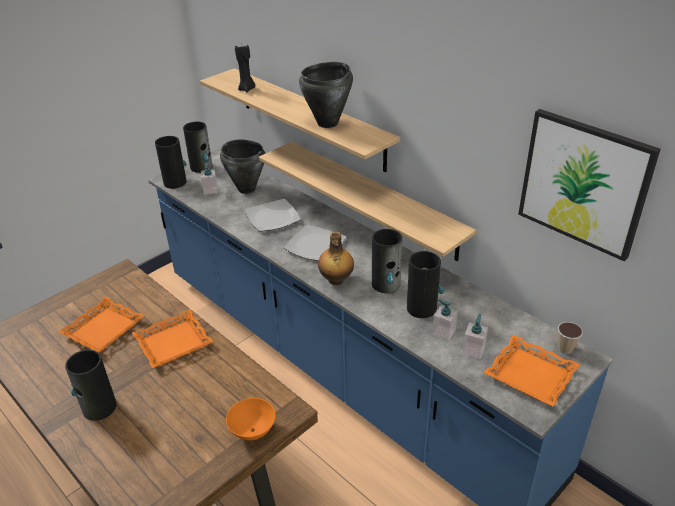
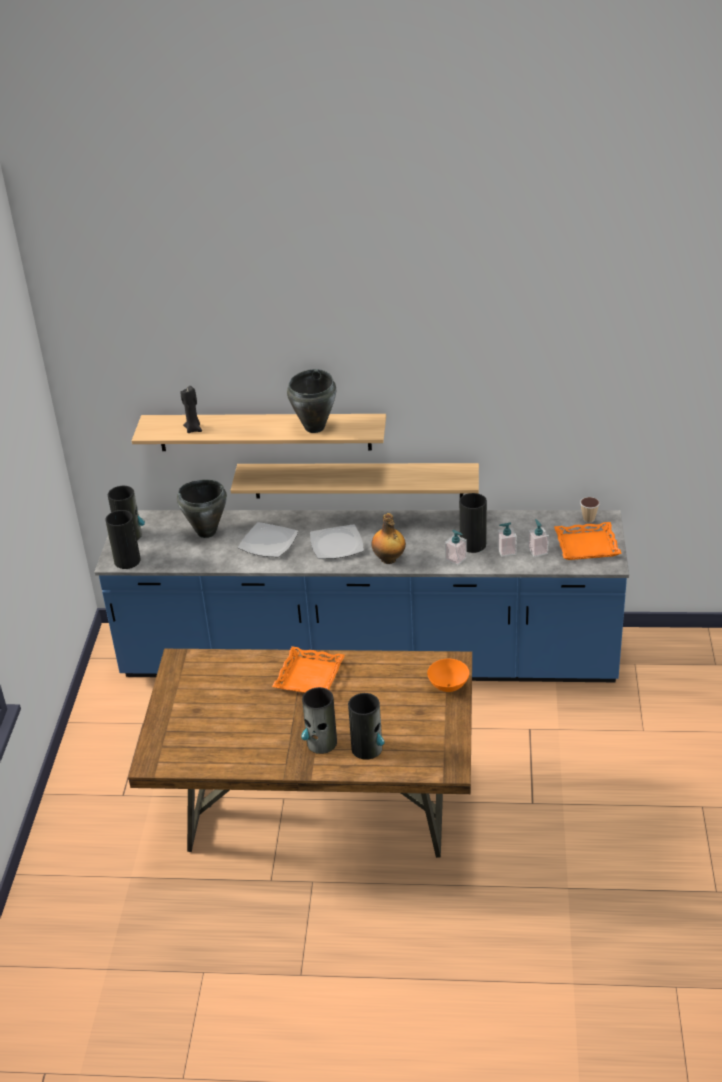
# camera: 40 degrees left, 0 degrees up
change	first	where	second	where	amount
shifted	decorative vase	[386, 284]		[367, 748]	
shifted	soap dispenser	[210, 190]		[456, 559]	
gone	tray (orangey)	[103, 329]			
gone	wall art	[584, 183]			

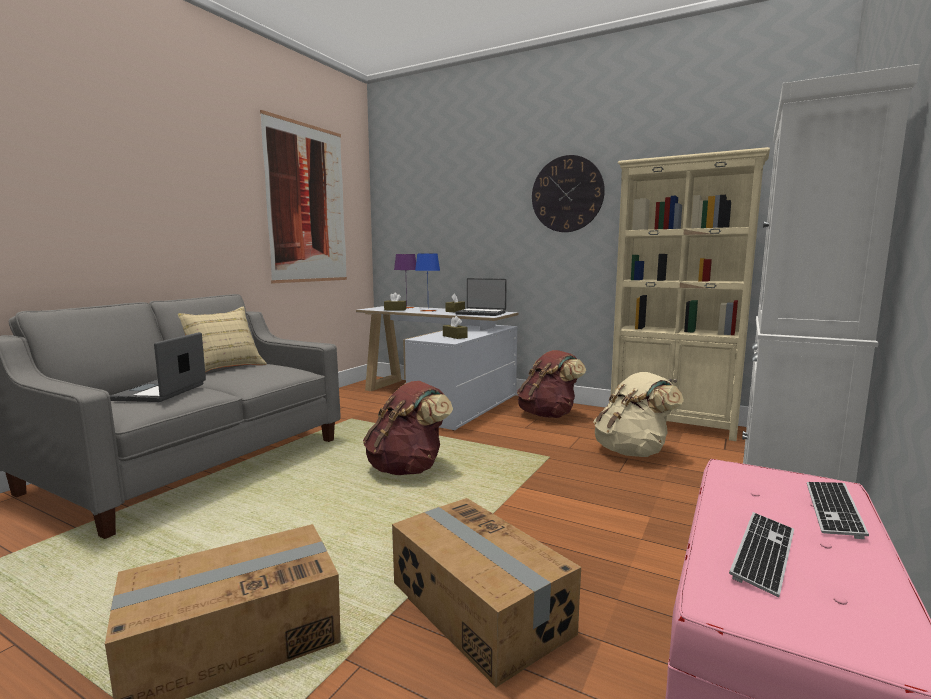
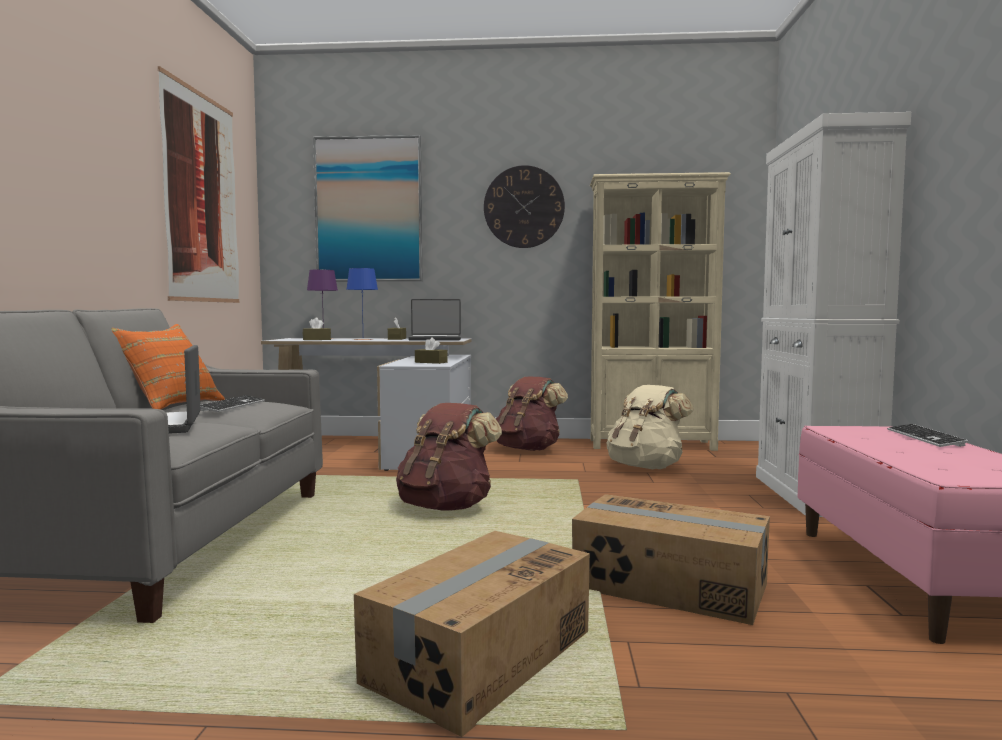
# camera: 25 degrees left, 5 degrees down
change	first	where	second	where	amount
repainted	throw pillow (beige)	[224, 367]	throw pillow (orangey)	[170, 405]	
shifted	computer keyboard	[763, 554]		[232, 406]	
new			wall art	[368, 209]	

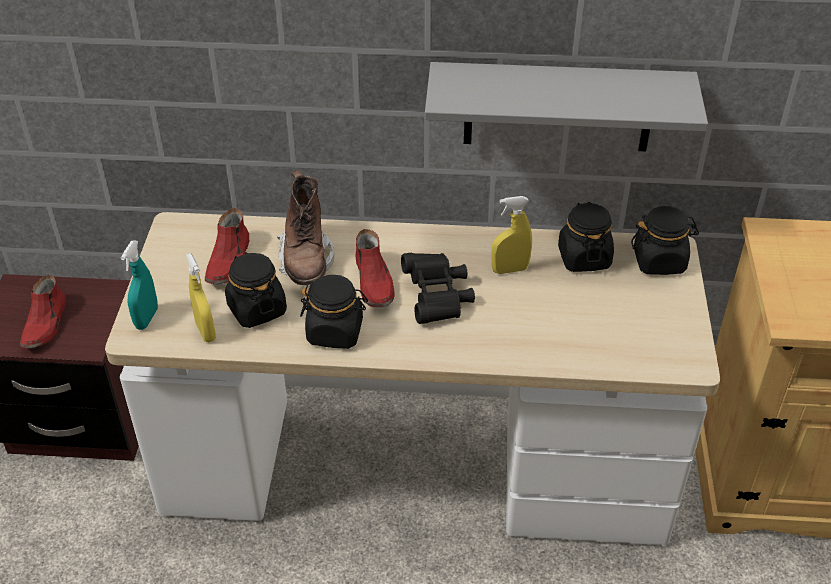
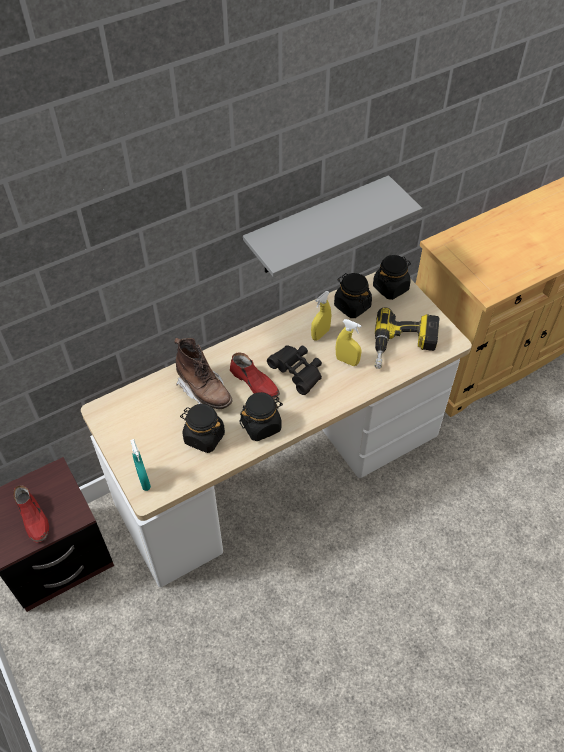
# camera: 35 degrees left, 10 degrees up
change	first	where	second	where	amount
shifted	hand sprayer (yellow)	[205, 331]		[347, 361]	
new			drill	[403, 347]	
gone	item of footwear (reddish)	[229, 261]			

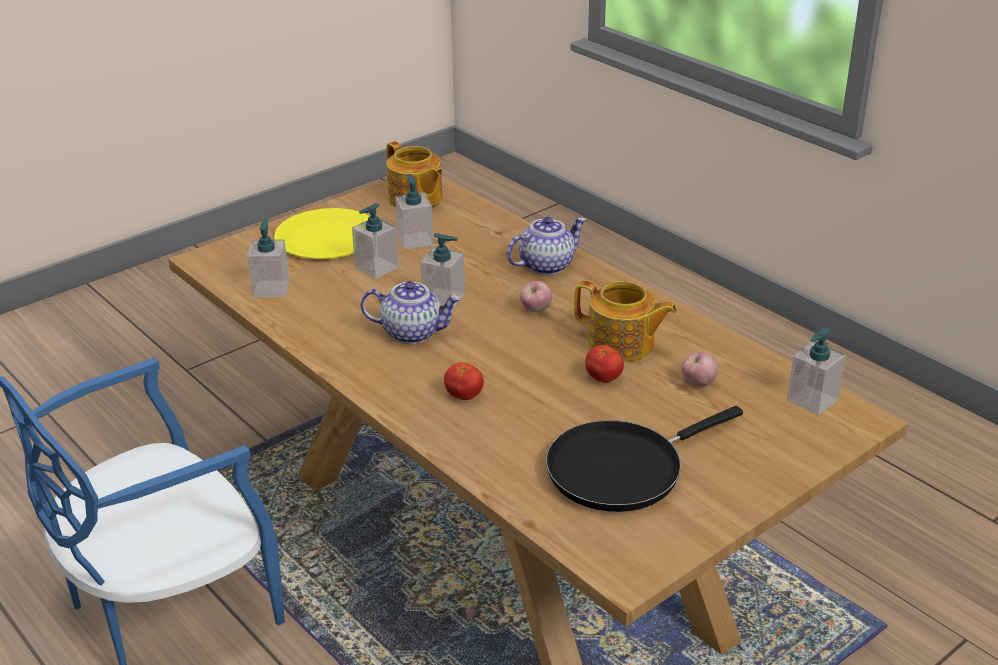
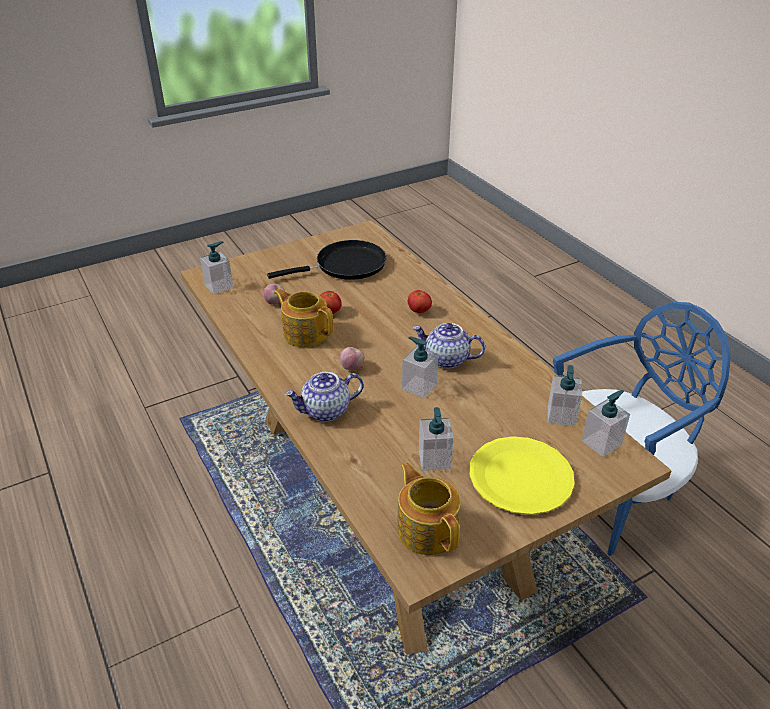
# camera: 170 degrees left, 5 degrees up
change	first	where	second	where	amount
shifted	soap dispenser	[376, 268]		[601, 443]	

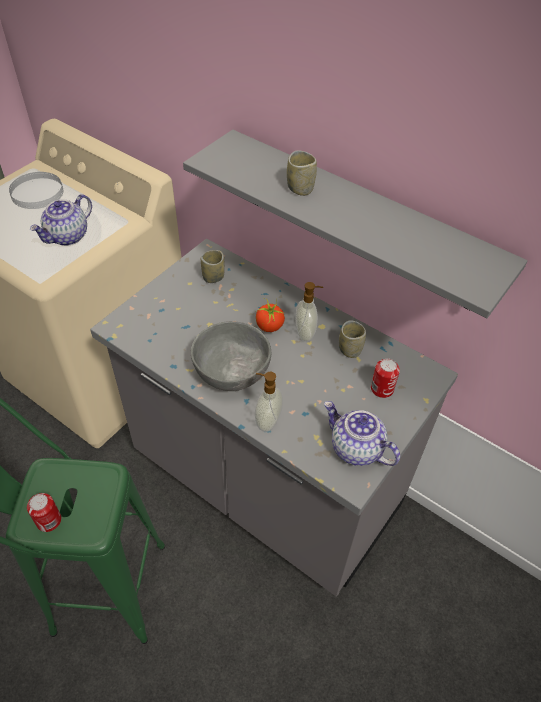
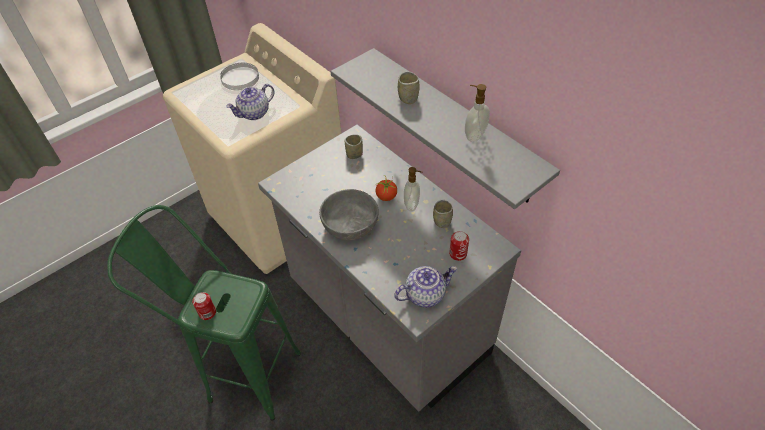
# camera: 15 degrees right, 0 degrees up
change	first	where	second	where	amount
rotated	tea pot	[355, 448]		[425, 294]	105 degrees clockwise
shifted	soap dispenser	[267, 421]		[474, 135]	

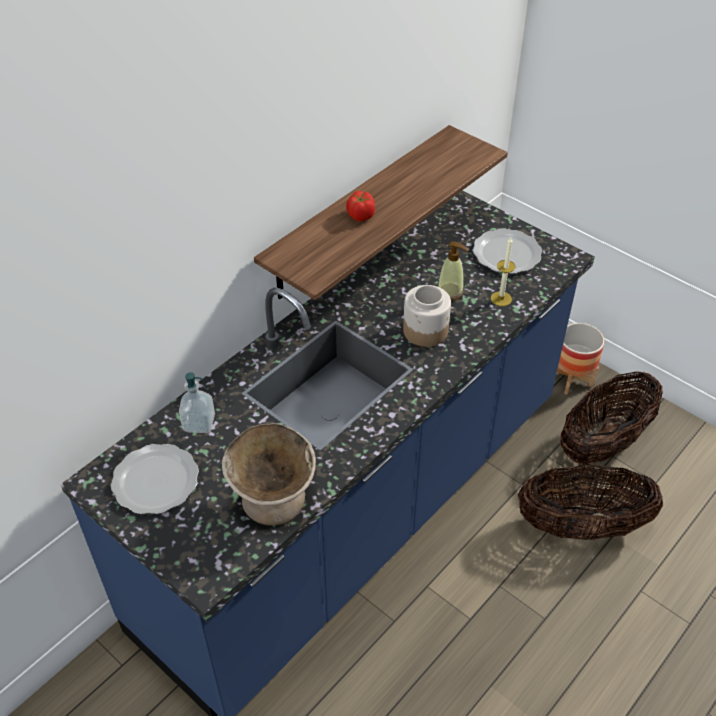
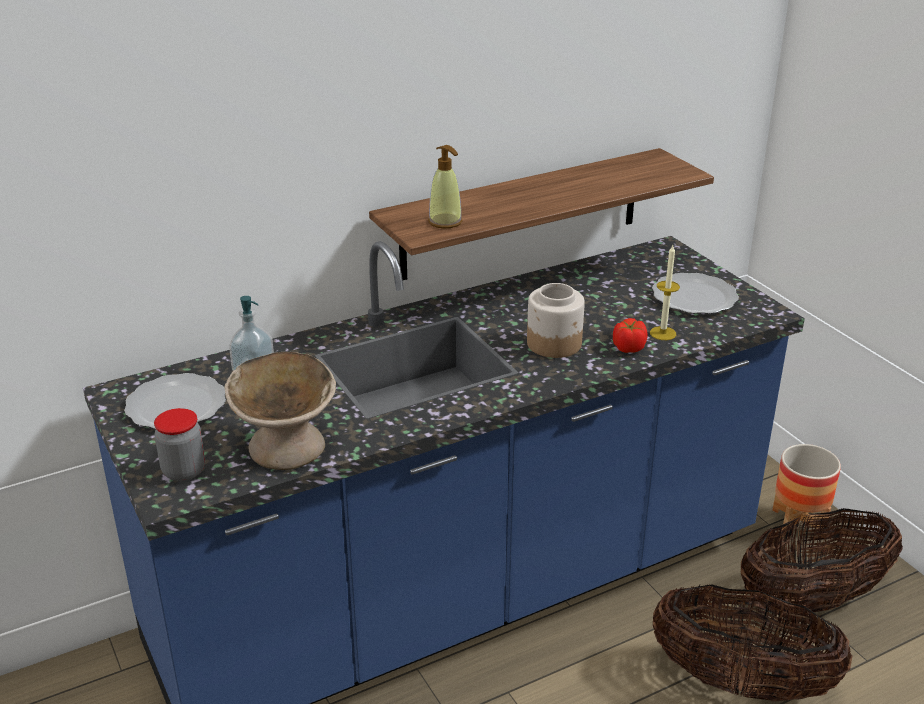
# camera: 20 degrees right, 15 degrees down
change	first	where	second	where	amount
new			storage jar	[184, 471]	
shifted	soap dispenser	[450, 292]		[445, 222]	
shifted	whole tomato	[360, 216]		[628, 348]	

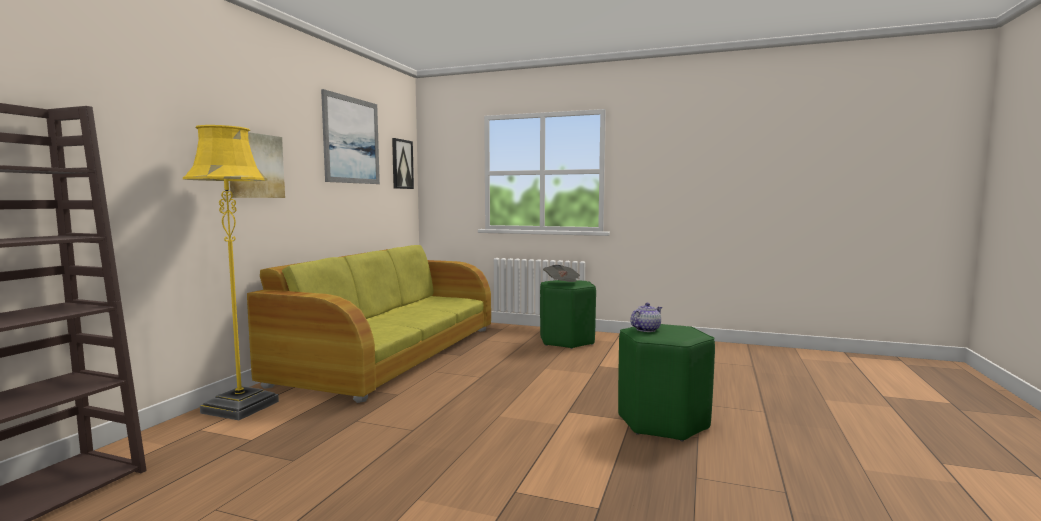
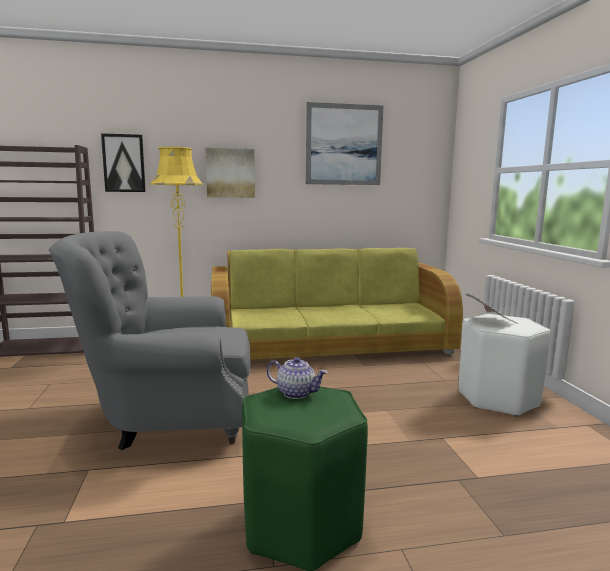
# camera: 60 degrees right, 5 degrees up
change	first	where	second	where	amount
new			lounge chair (grey)	[168, 417]	
shifted	wall art	[402, 164]		[124, 163]	
repainted	stool (greenish)	[566, 341]	stool (whitish)	[497, 398]	

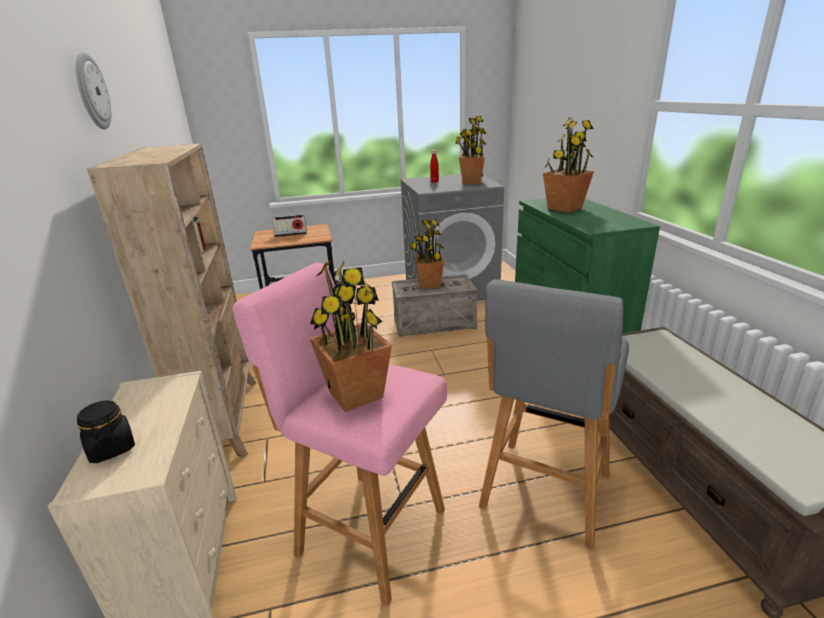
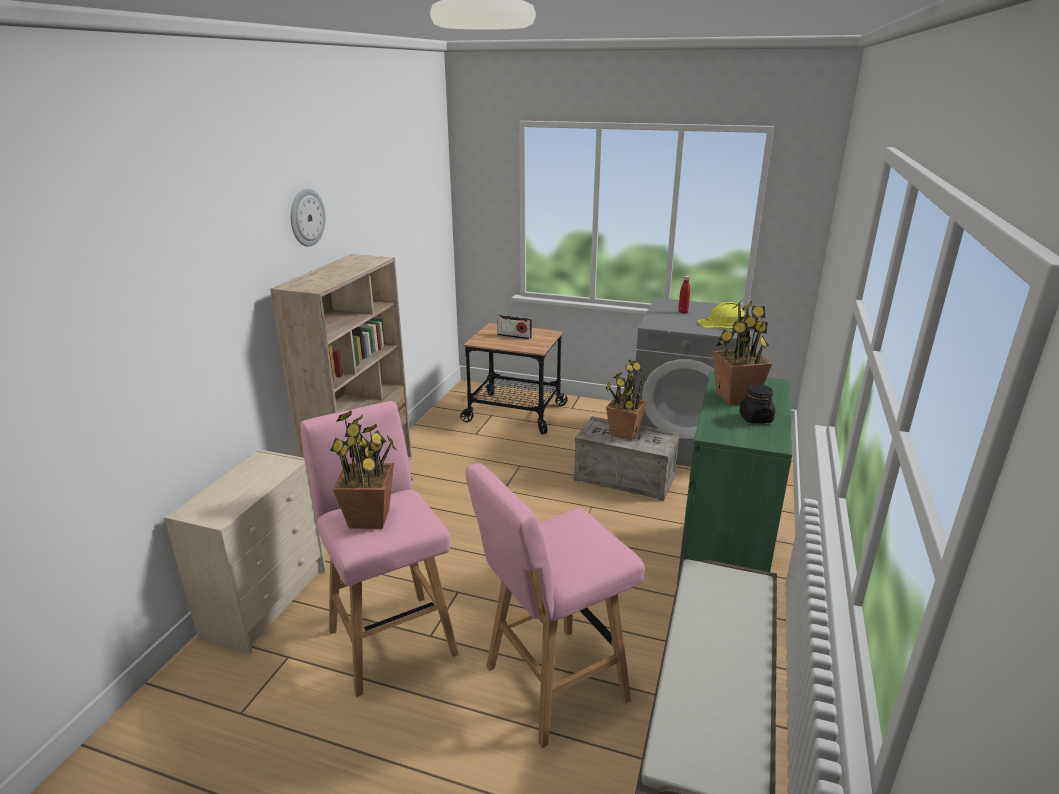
# camera: 30 degrees right, 0 degrees up
change	first	where	second	where	amount
repainted	stool (grey)	[544, 494]	stool (pink-coloured)	[551, 685]	
swapped	potted plant	[472, 182]	hard hat (yellow)	[723, 323]	
shifted	storage jar (black-coloured)	[112, 448]		[755, 418]	

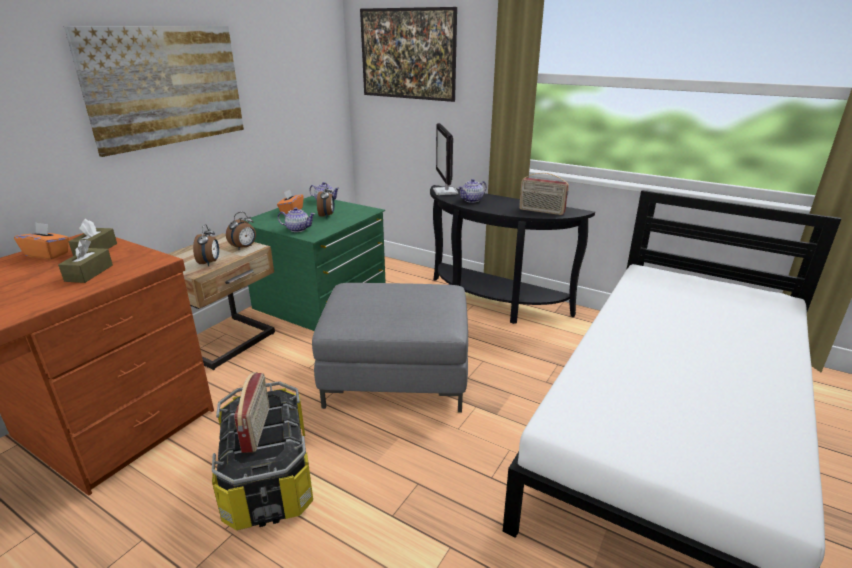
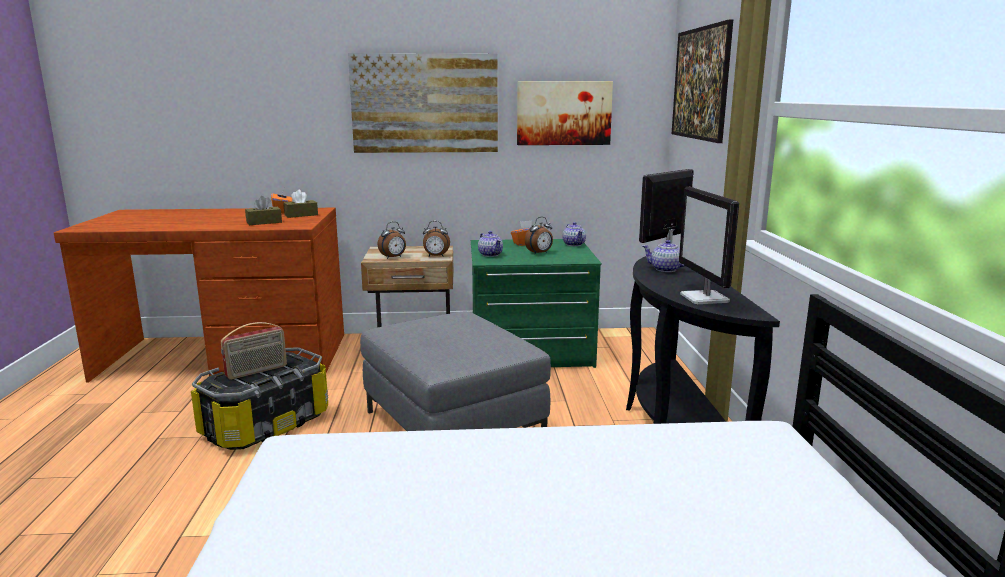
# camera: 55 degrees right, 10 degrees down
change	first	where	second	where	amount
new			wall art	[563, 113]	
swapped	radio	[541, 211]	monitor	[705, 298]	

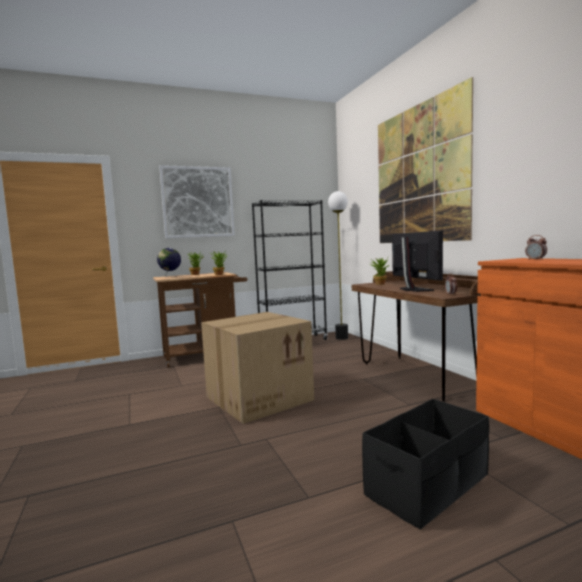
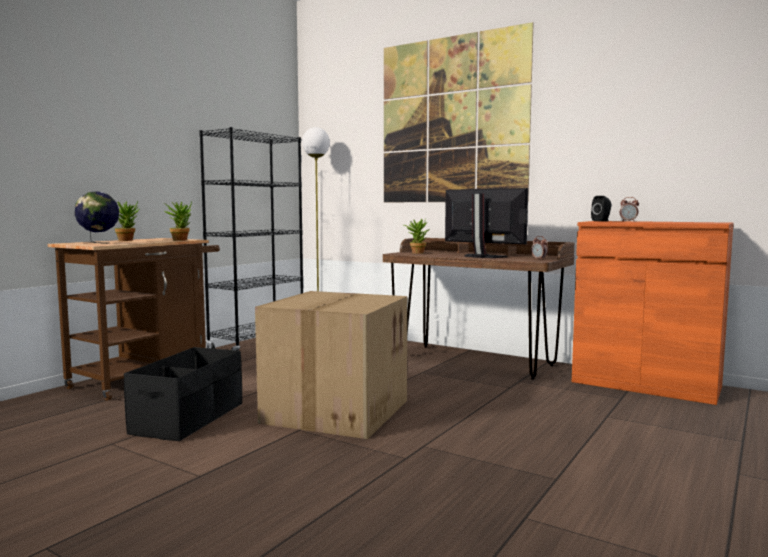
# camera: 35 degrees left, 0 degrees up
change	first	where	second	where	amount
shifted	storage bin (black-coloured)	[428, 485]		[189, 418]	
new			speaker (black-coloured)	[602, 221]	
gone	wall art	[198, 202]			

